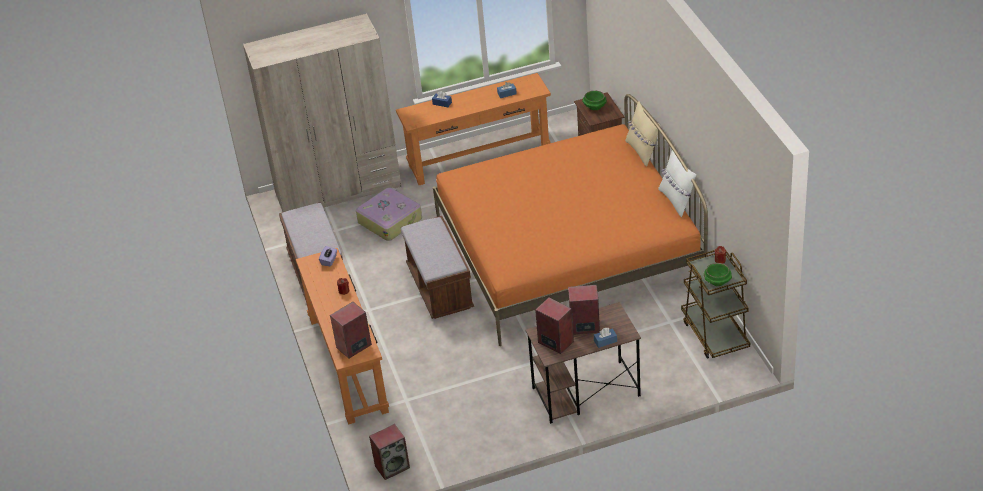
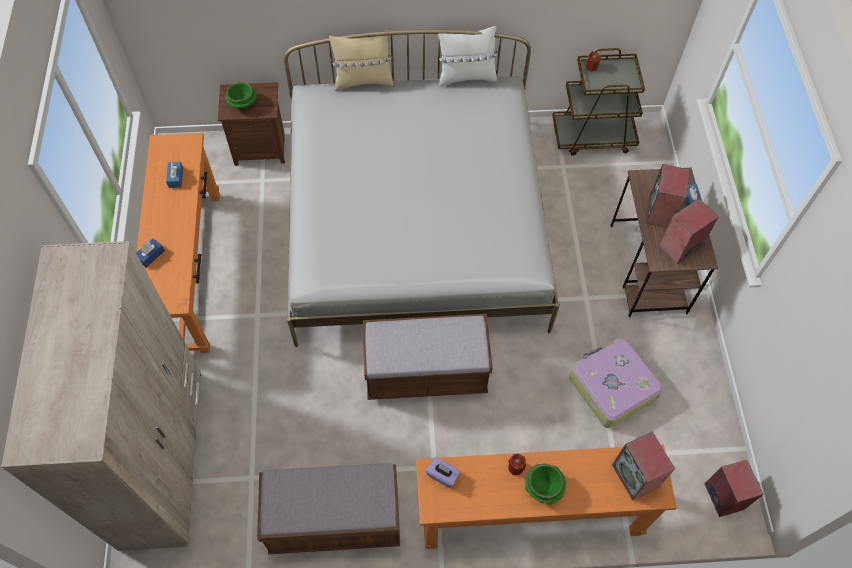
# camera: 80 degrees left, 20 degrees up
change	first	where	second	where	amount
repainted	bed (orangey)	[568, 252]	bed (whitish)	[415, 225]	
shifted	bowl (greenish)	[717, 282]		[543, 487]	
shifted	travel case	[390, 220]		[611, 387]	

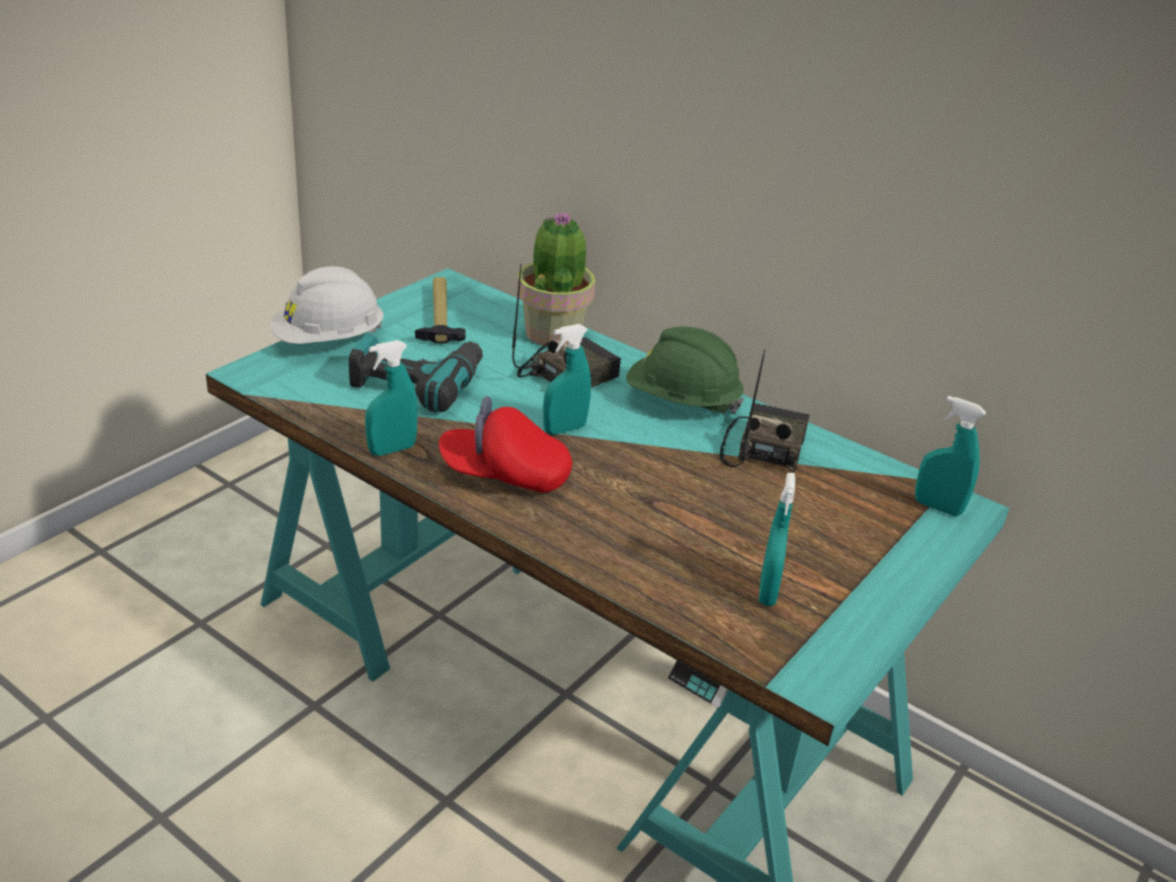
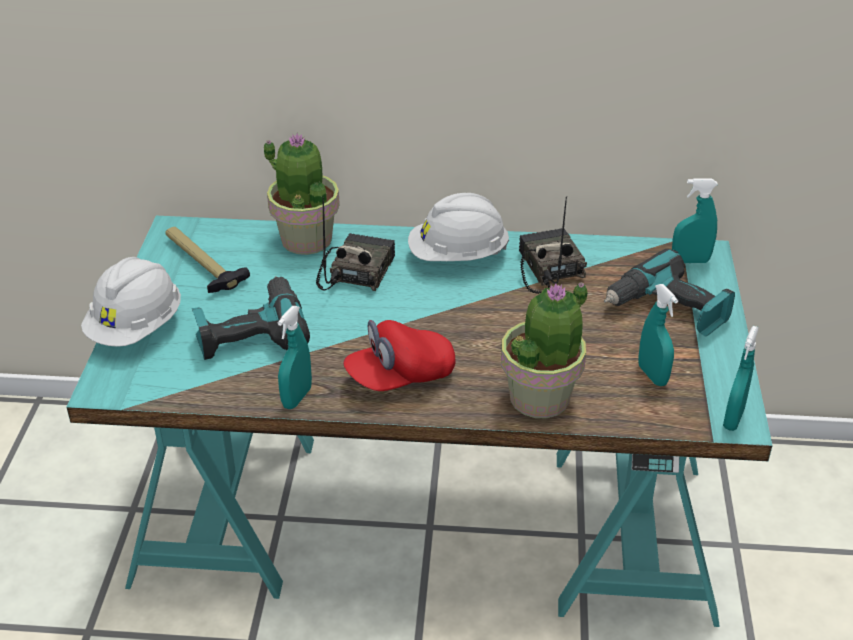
# camera: 30 degrees left, 5 degrees up
change	first	where	second	where	amount
repainted	hard hat (greenish)	[681, 402]	hard hat (whitish)	[458, 256]	
new			potted plant	[541, 397]	
new			drill	[668, 310]	
shifted	hand sprayer (blue-green)	[564, 429]		[733, 419]	

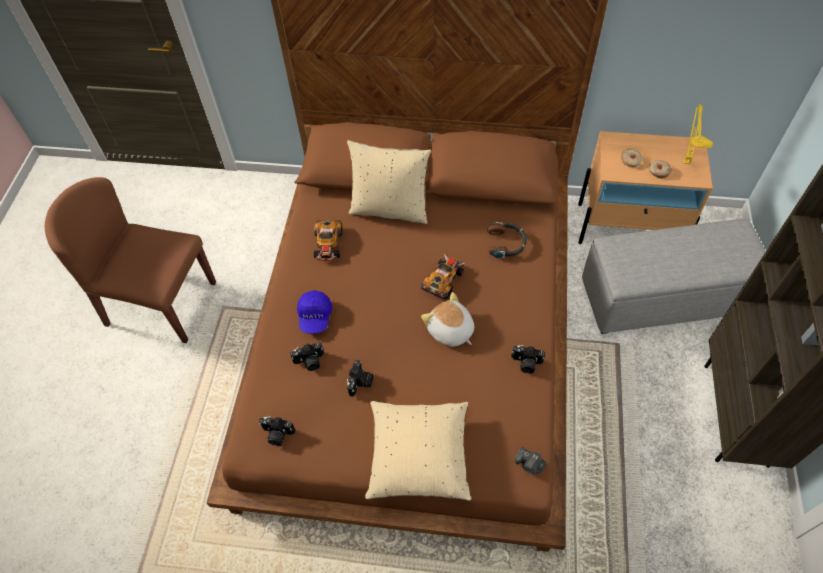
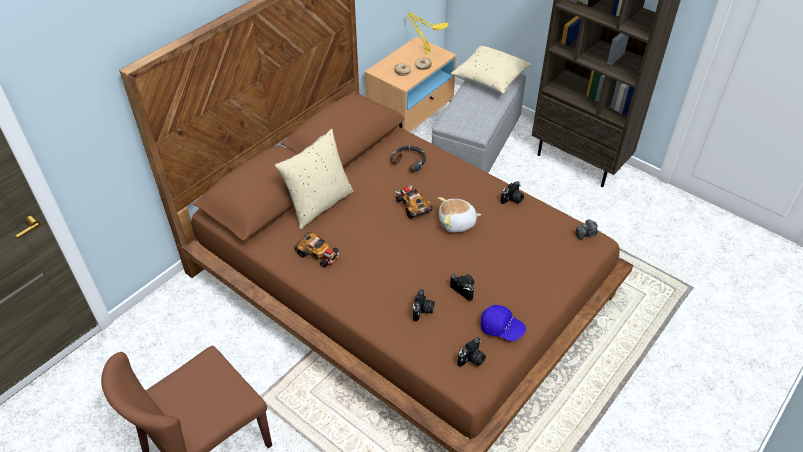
# camera: 60 degrees left, 10 degrees down
change	first	where	second	where	amount
shifted	throw pillow (beige)	[419, 456]		[490, 79]	
shifted	baseball cap (blue-coloured)	[315, 317]		[501, 328]	

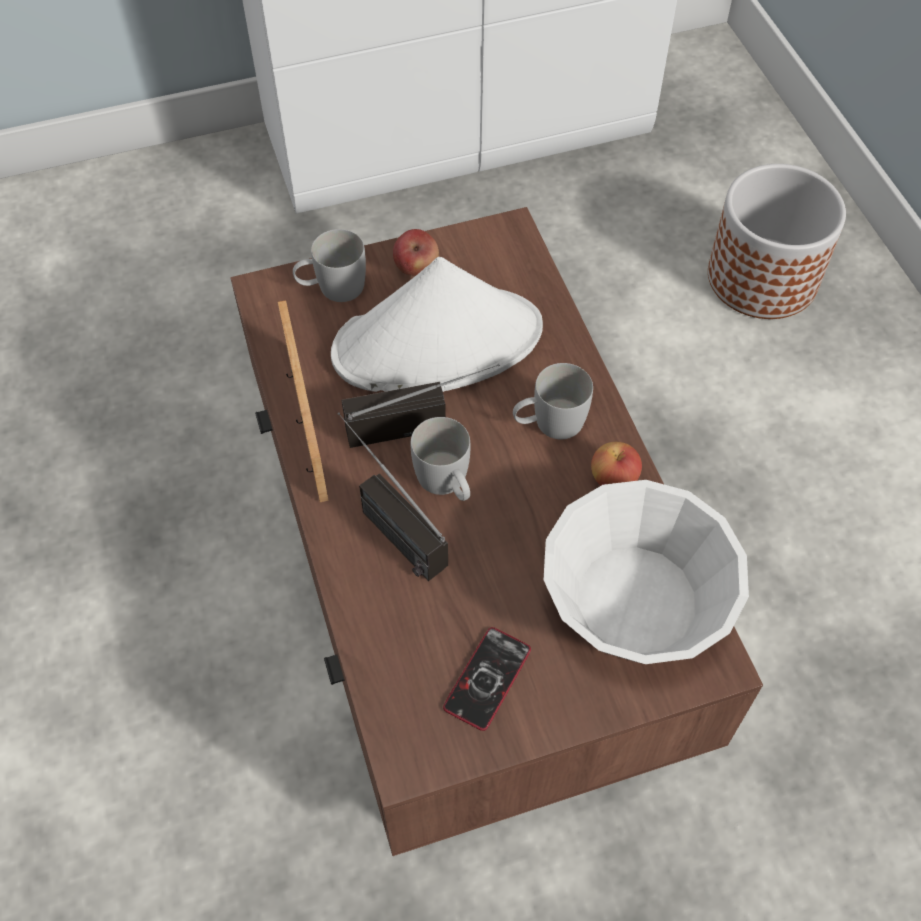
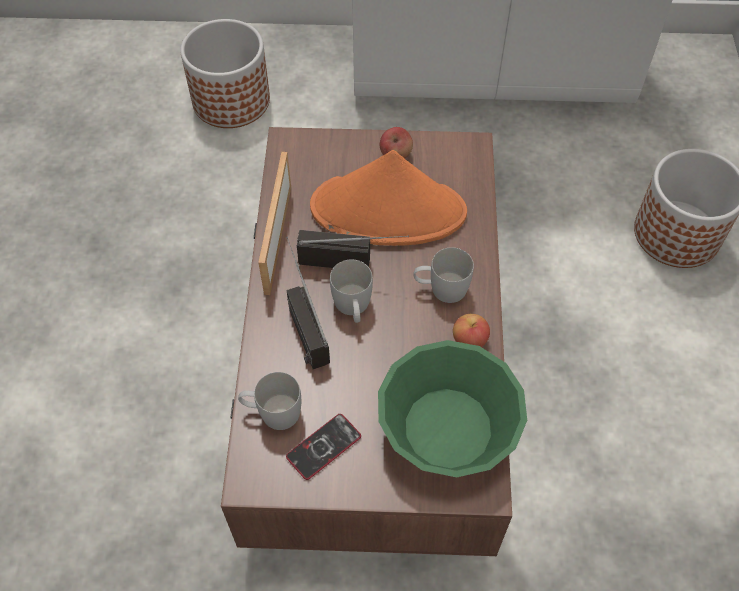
# camera: 20 degrees right, 0 degrees up
change	first	where	second	where	amount
new			flower pot	[230, 101]	
shifted	tea mug (whitish)	[332, 288]		[272, 412]	
repainted	hat (whitish)	[438, 342]	hat (orangey)	[389, 210]	
repainted	bowl (whitish)	[636, 599]	bowl (greenish)	[448, 428]	

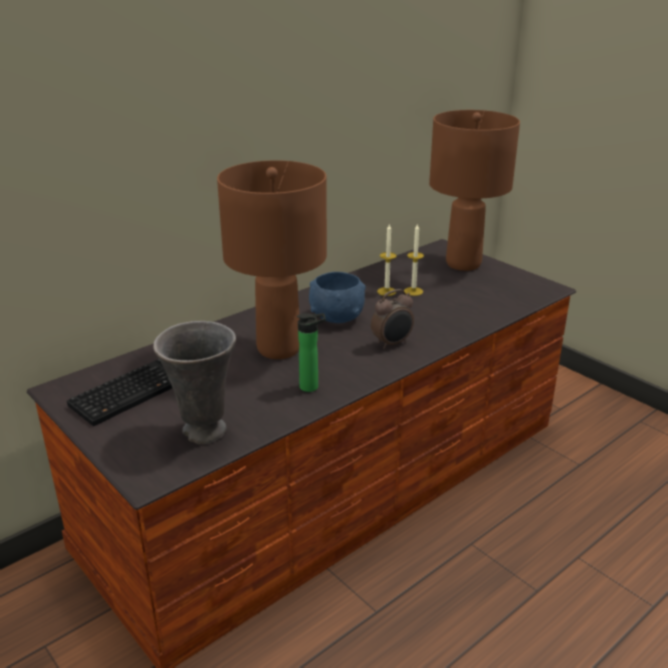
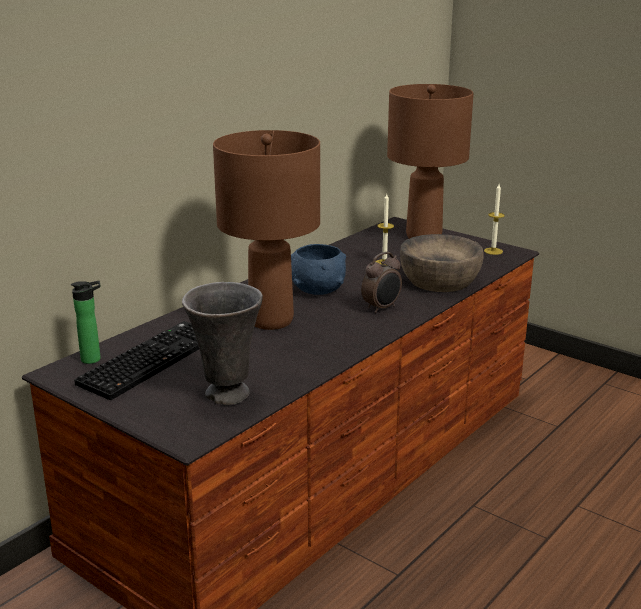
# camera: 10 degrees left, 5 degrees down
change	first	where	second	where	amount
shifted	beverage bottle	[312, 387]		[94, 359]	
new			bowl (brownish)	[439, 280]	
shifted	candle	[386, 291]		[493, 251]	

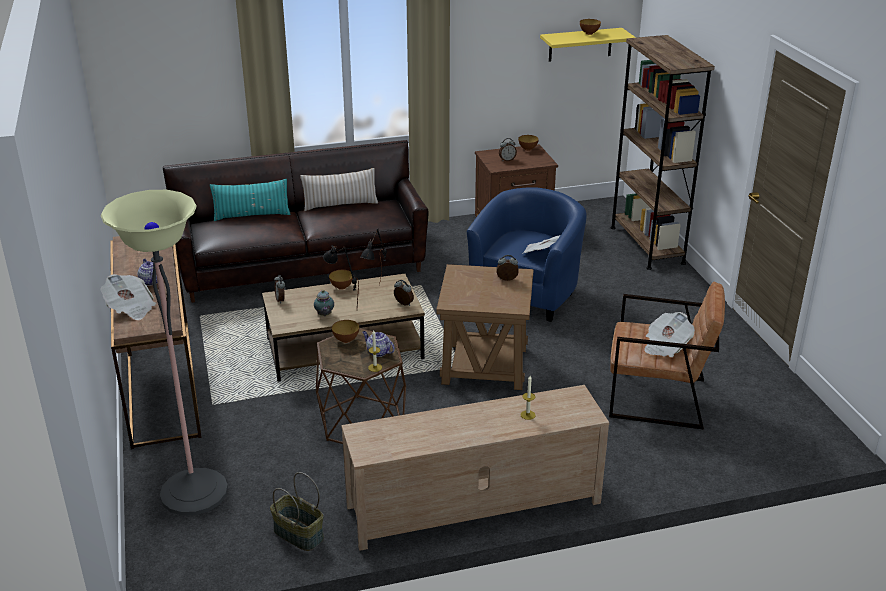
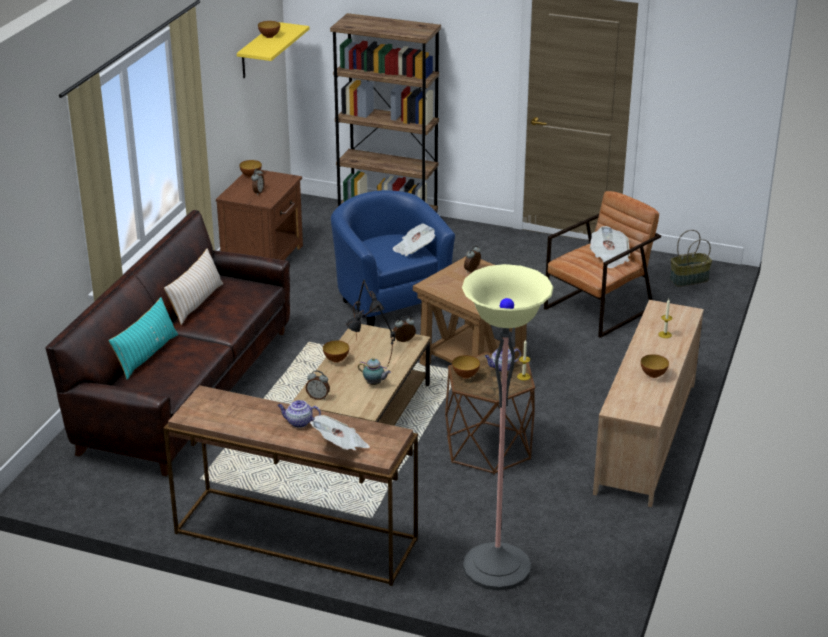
# camera: 55 degrees left, 0 degrees up
change	first	where	second	where	amount
new			bowl	[653, 375]	
shifted	household basket	[297, 534]		[689, 280]	

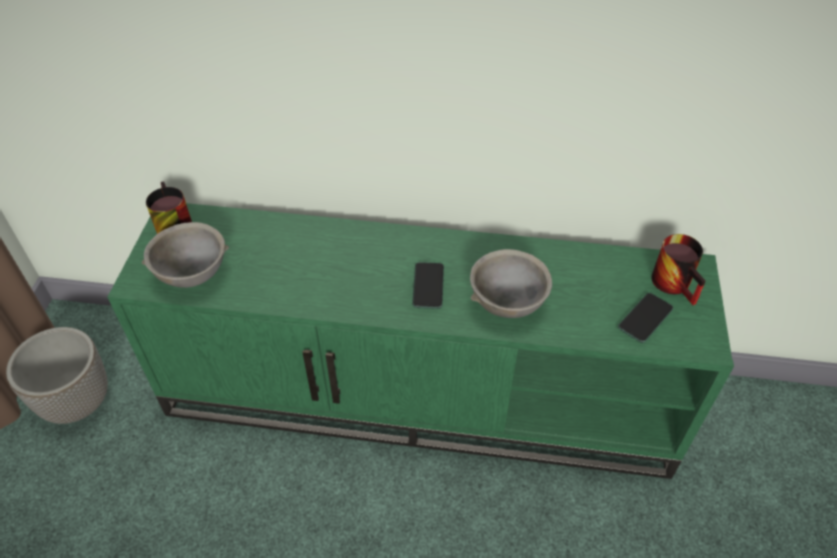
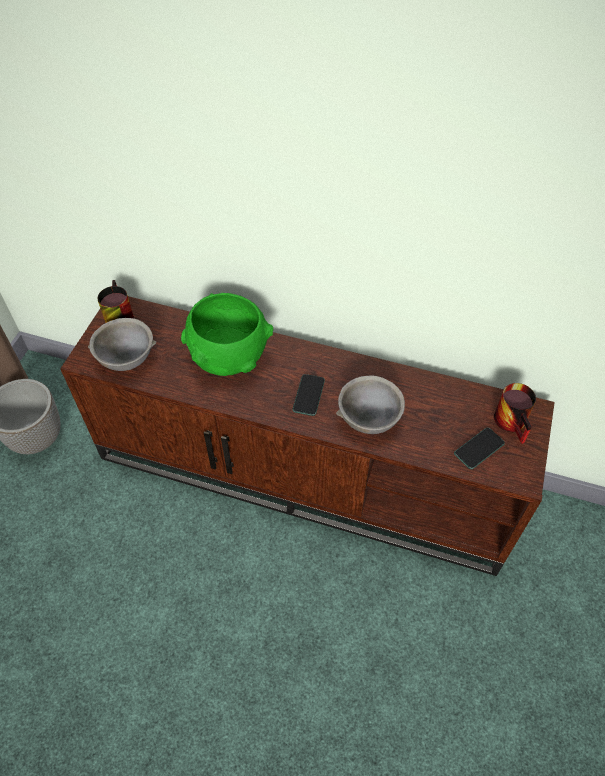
# camera: 10 degrees right, 5 degrees up
change	first	where	second	where	amount
repainted	media console (greenish)	[422, 394]	media console (brownish)	[306, 472]	
new			bowl (greenish)	[229, 358]	

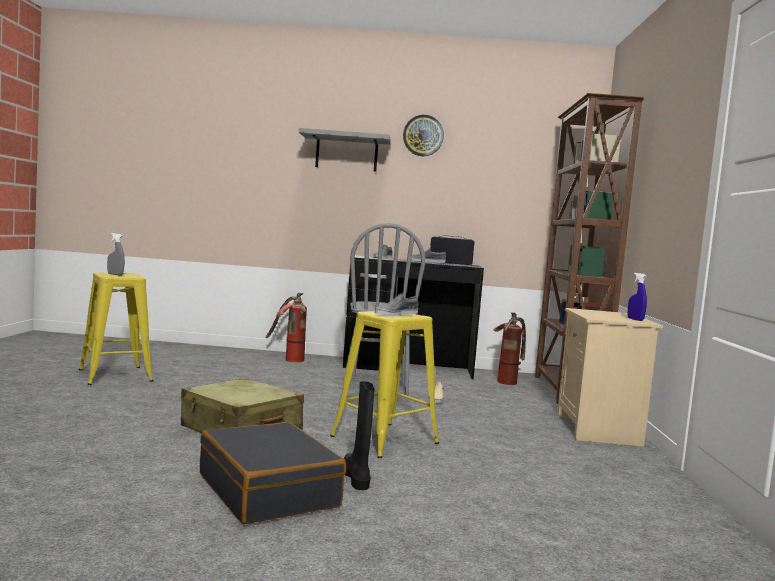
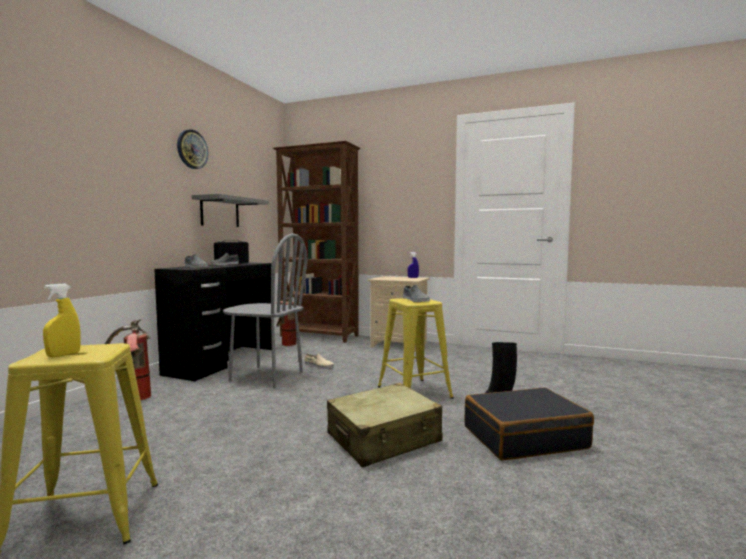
# camera: 70 degrees left, 0 degrees up
change	first	where	second	where	amount
repainted	hand sprayer (grey)	[115, 274]	hand sprayer (yellow)	[63, 355]	
shifted	shelf (grey)	[346, 153]		[220, 212]	

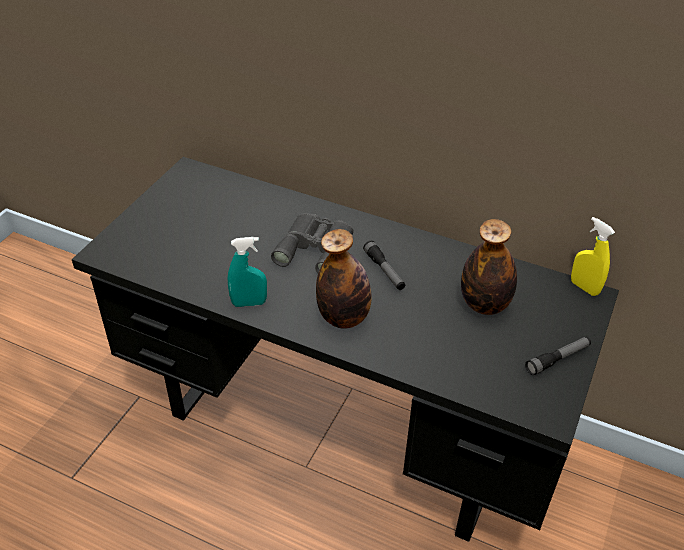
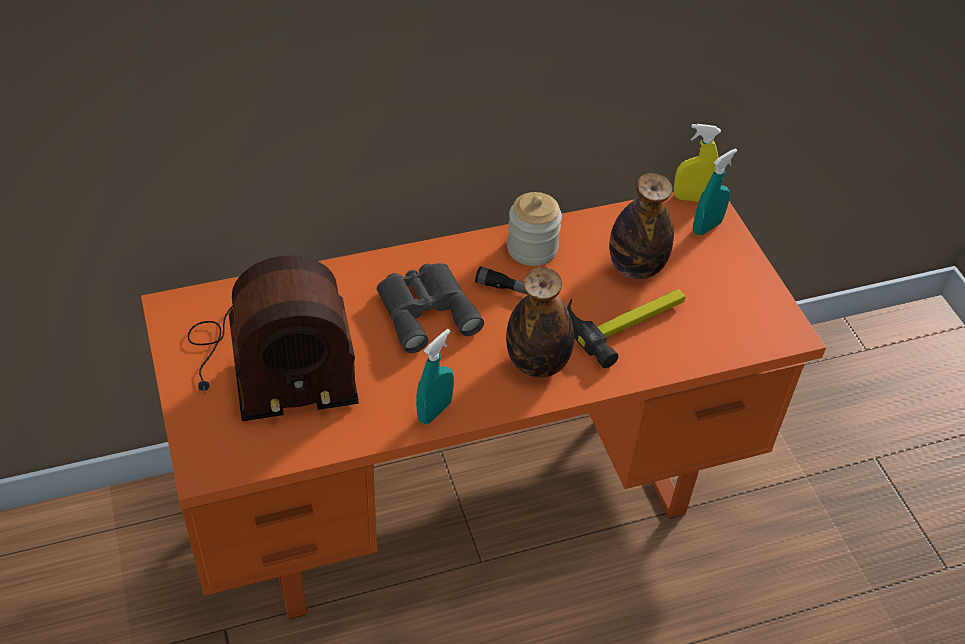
# camera: 45 degrees left, 5 degrees up
change	first	where	second	where	amount
repainted	desk (black-coloured)	[340, 427]	desk (orangey)	[471, 498]	
new			radio	[272, 364]	
new			storage jar	[532, 249]	
new			hammer	[627, 320]	
new			hand sprayer (blue-green)	[707, 227]	
gone	hand torch	[558, 359]			

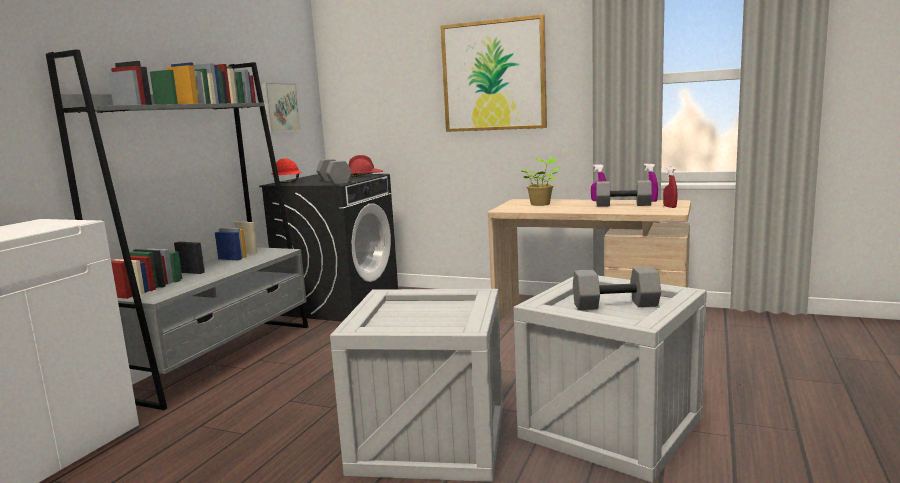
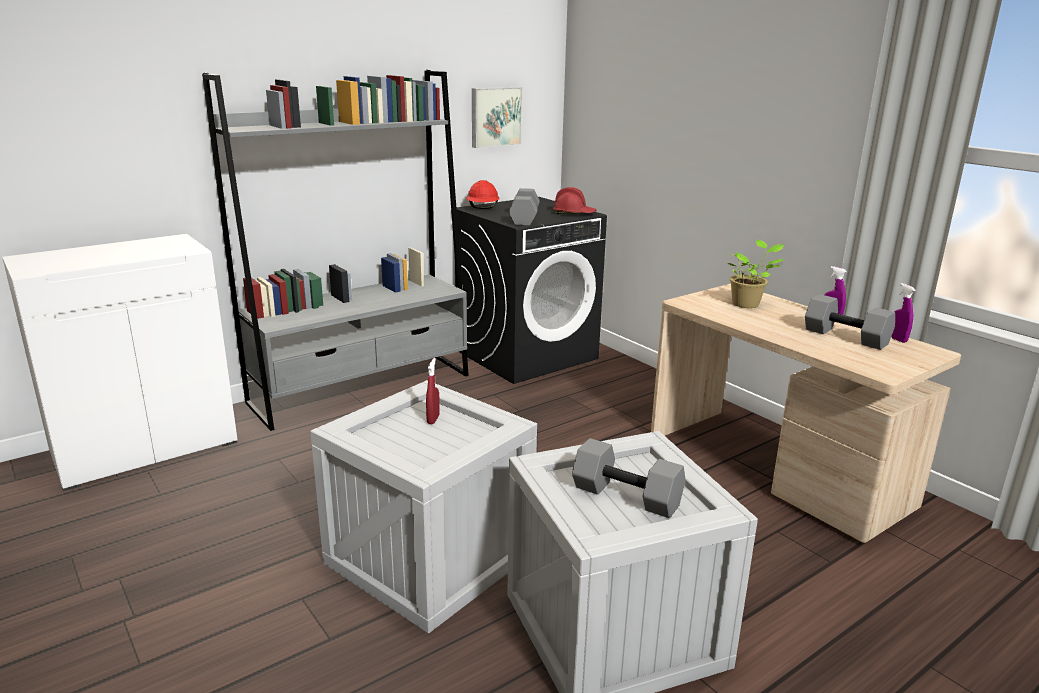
# camera: 30 degrees right, 10 degrees up
change	first	where	second	where	amount
shifted	hand sprayer (reddish)	[669, 207]		[433, 419]	
gone	wall art	[493, 76]			

